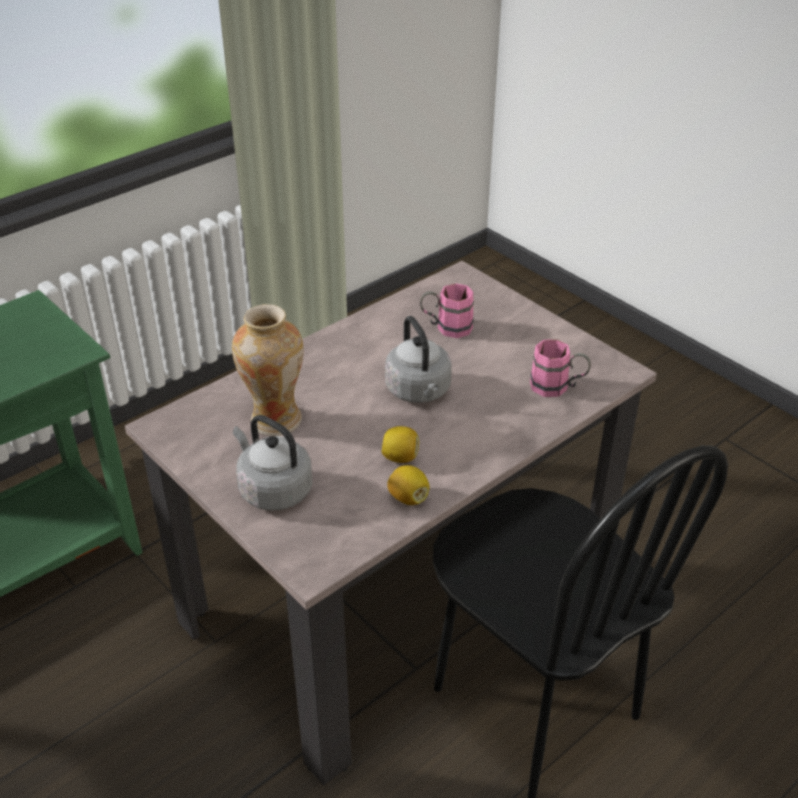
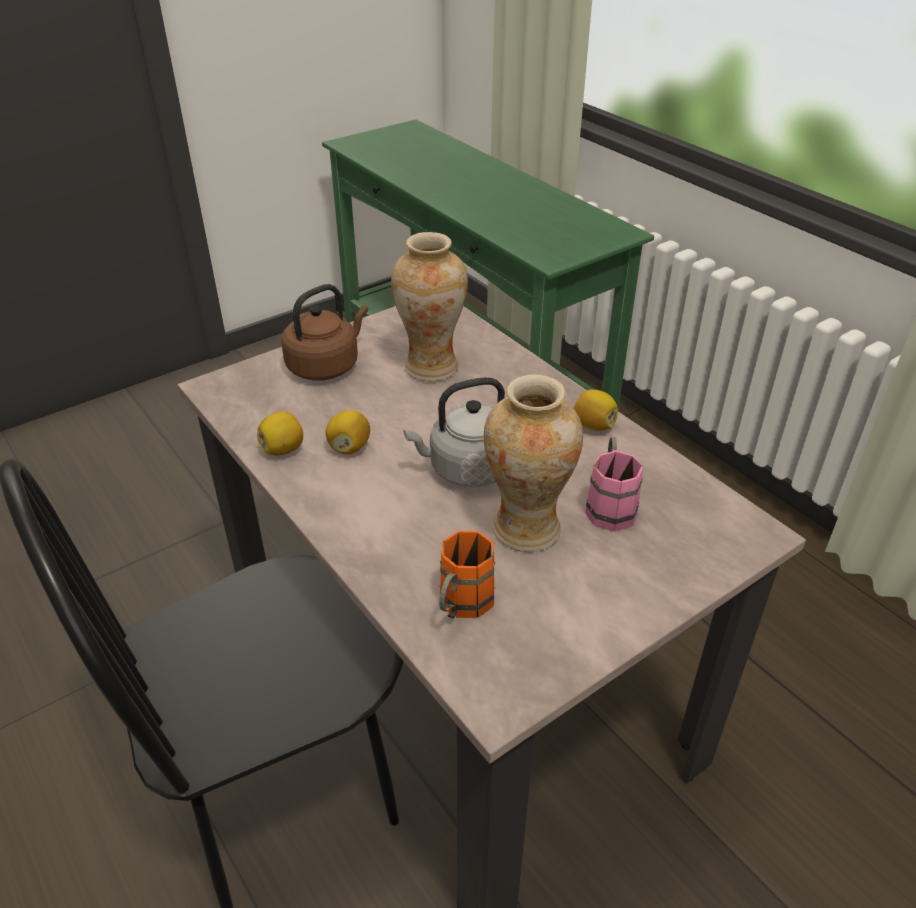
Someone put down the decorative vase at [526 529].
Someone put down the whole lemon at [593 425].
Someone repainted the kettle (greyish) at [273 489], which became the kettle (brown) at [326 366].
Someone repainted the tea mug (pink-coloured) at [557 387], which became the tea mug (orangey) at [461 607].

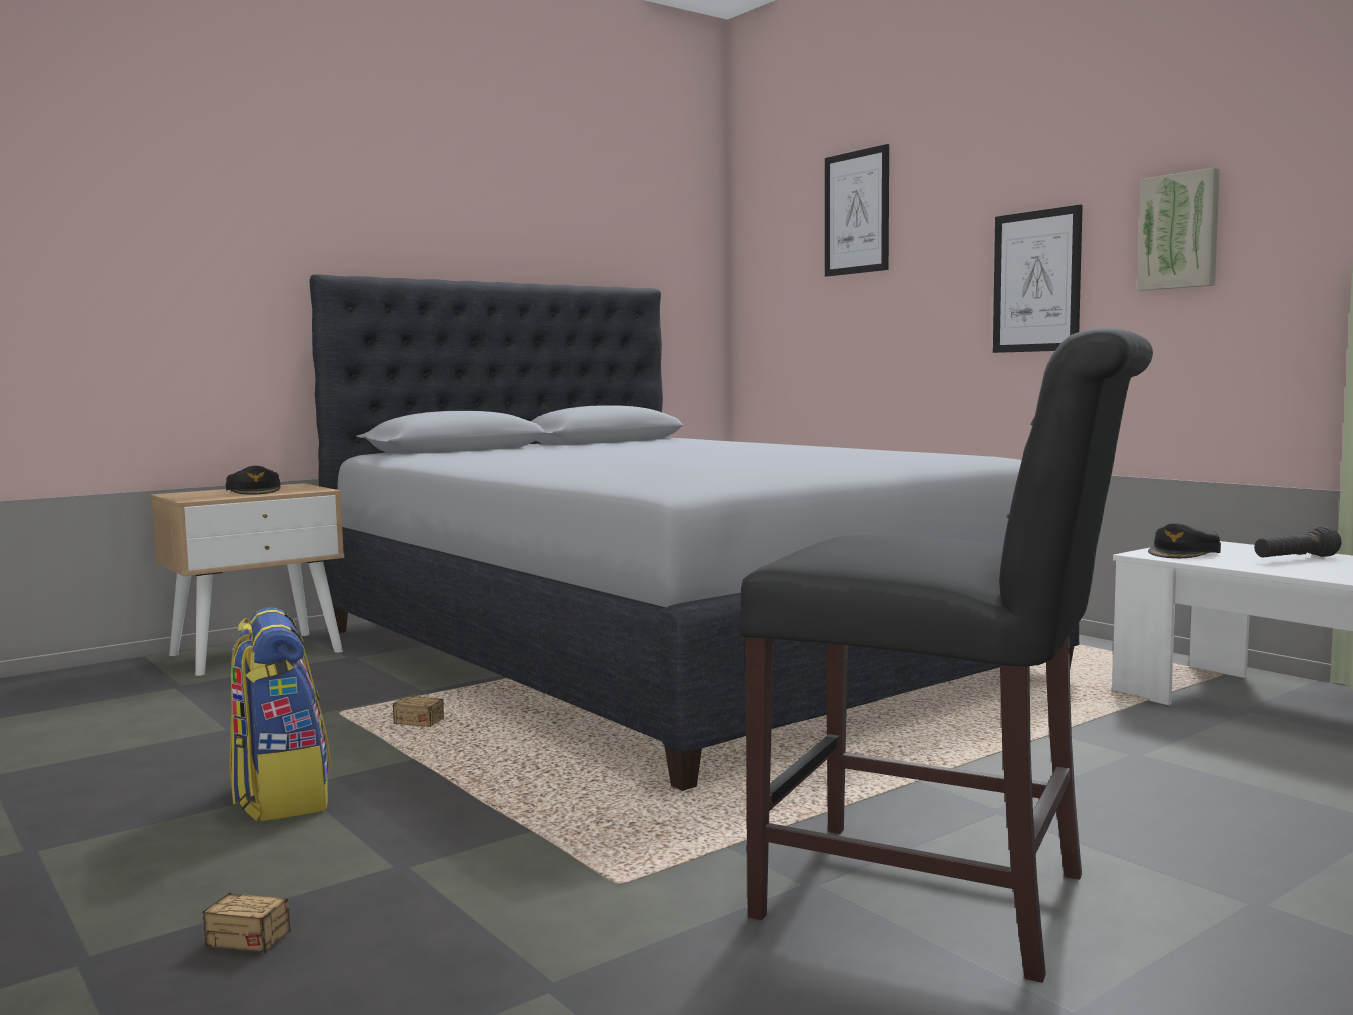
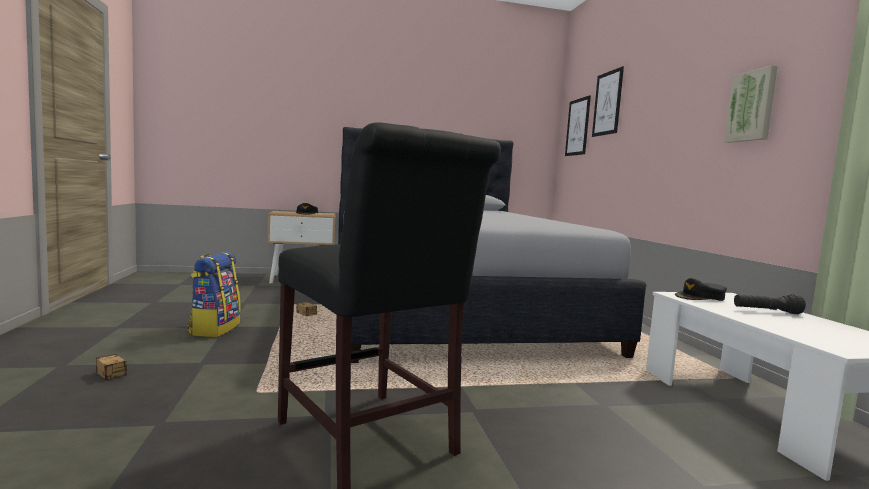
Someone carried the wall picture from [1036 281] to [577 127].

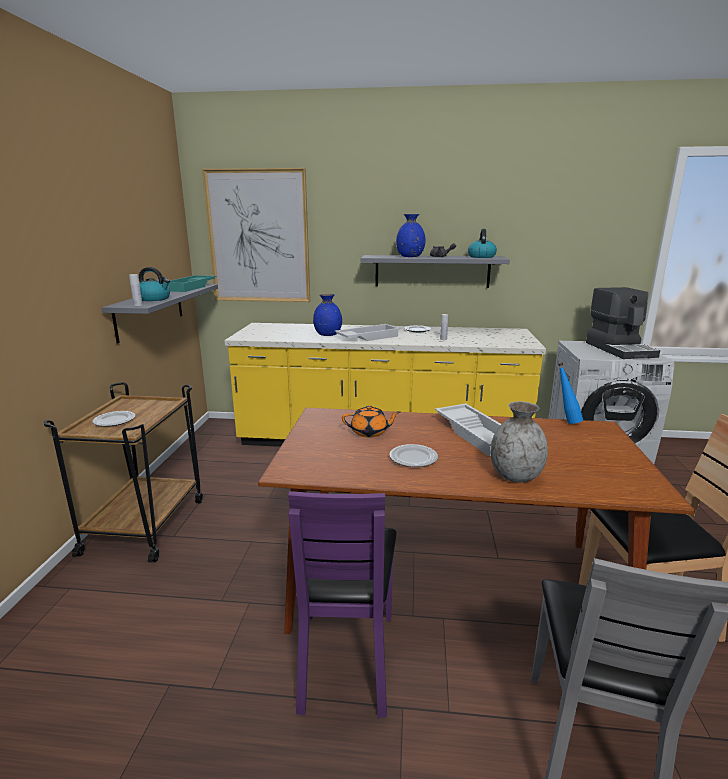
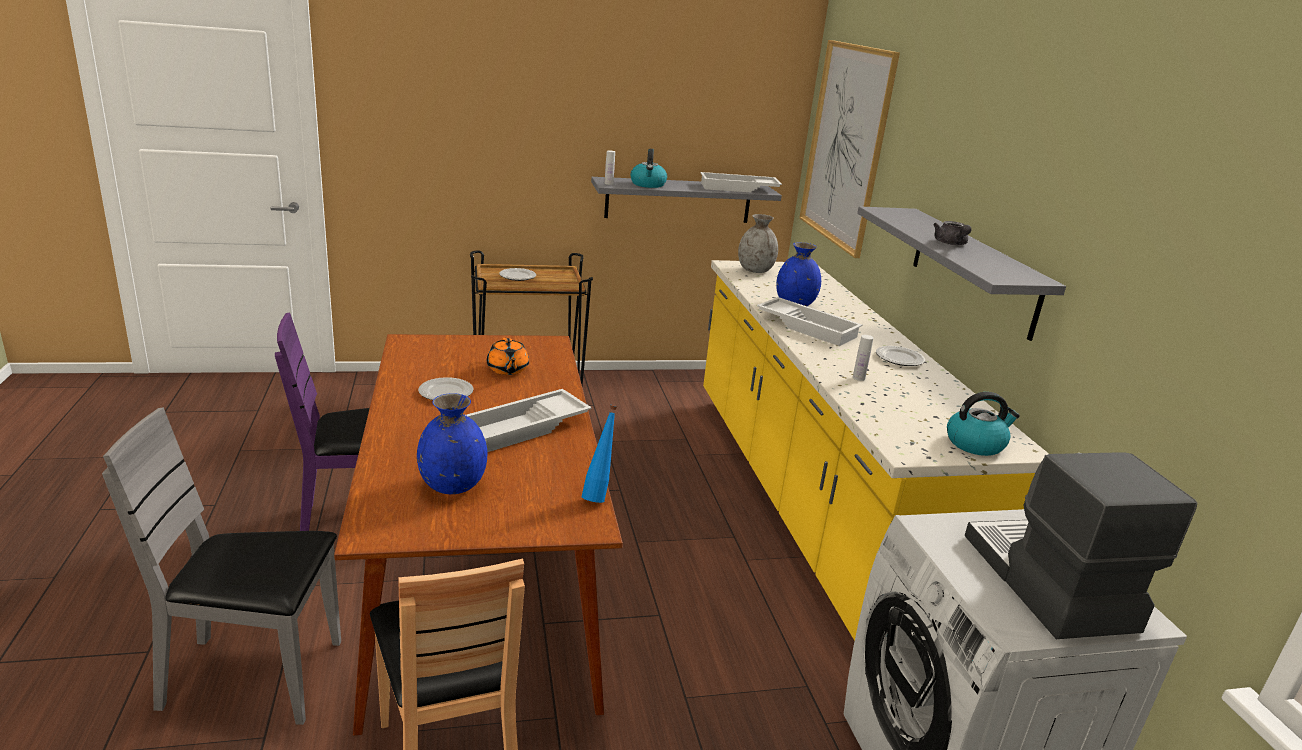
Someone carried the decorative vase (bluish) from [410 256] to [452 485].
Someone carried the kettle from [481 257] to [975 444].
Someone carried the decorative vase (greyish) from [515 476] to [755 270].
Someone repainted the carrying tray (turquoise-coloured) at [191 287], which became the carrying tray (white-coloured) at [738 188].
Someone rotated the coffee brewer at [620 349] by 105 degrees clockwise.

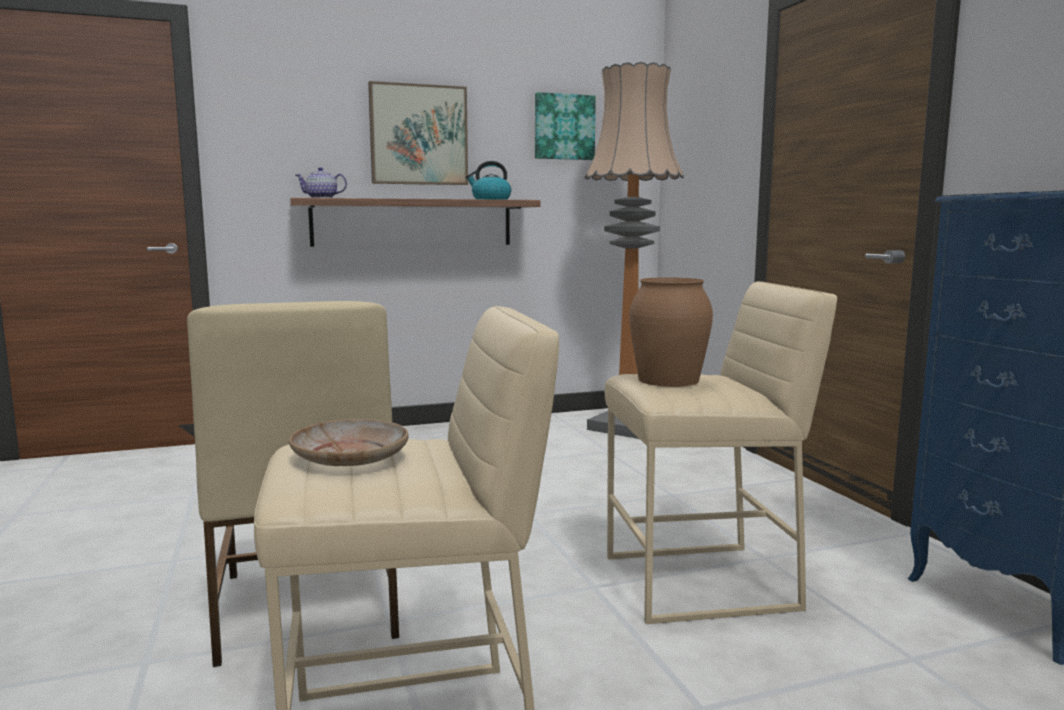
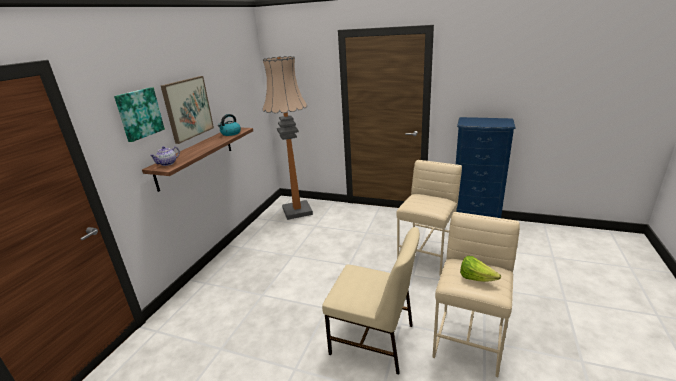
Someone took away the decorative vase (brown) at [668 380].
Someone carried the wall picture from [564 127] to [139 113].
Someone swapped the plate (sand-coloured) at [351 457] for the head of lettuce at [476 278].

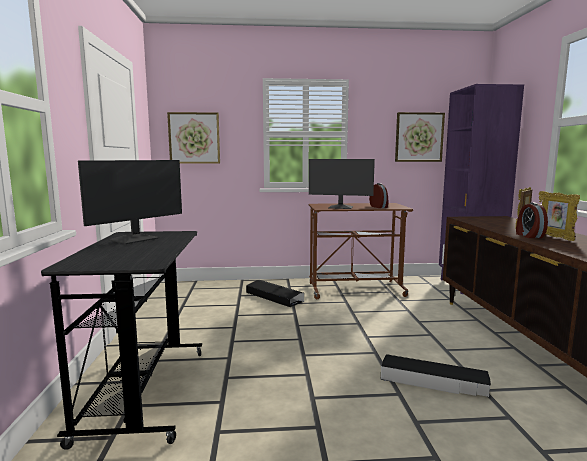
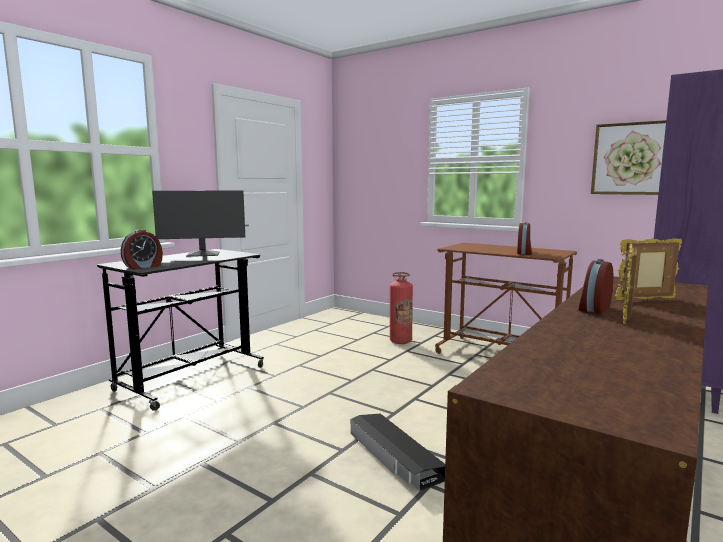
Someone took away the wall picture at [194 138].
Someone took away the computer display at [340 207].
Someone put down the table clock at [143 267].
Someone swapped the storage container (black) at [274 297] for the extinguisher at [400 341].

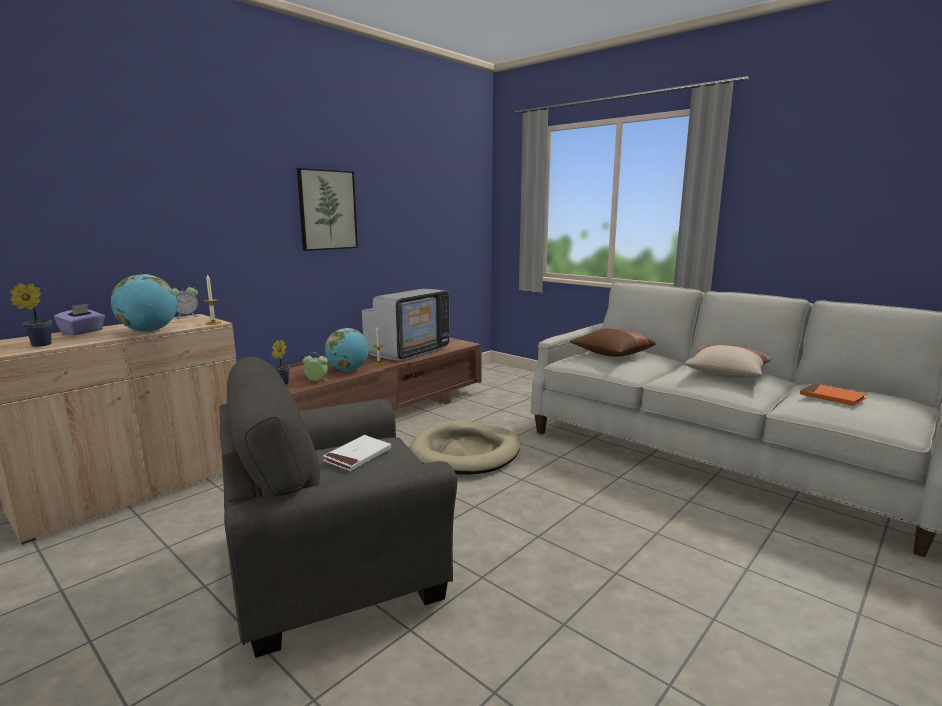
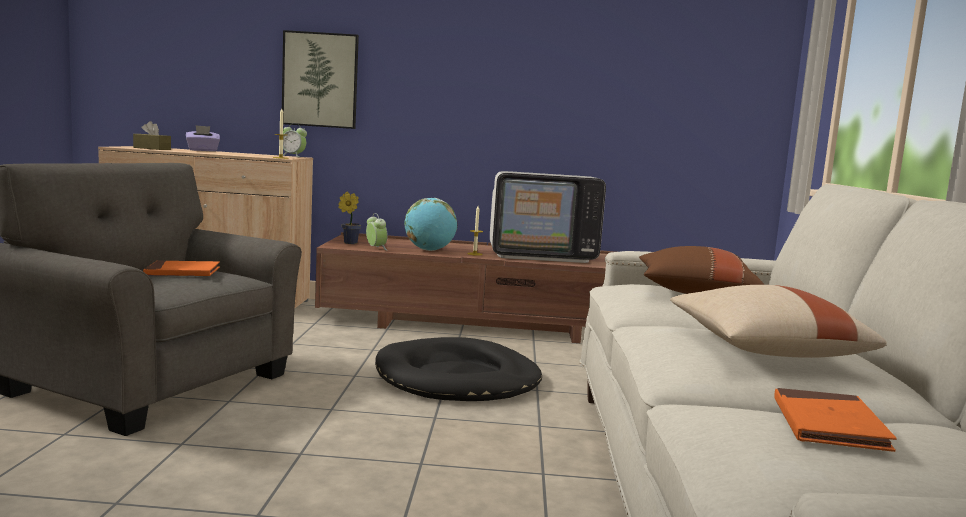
Someone took away the globe at [149 331].
Someone carried the wall picture from [327 210] to [320 80].
Someone swapped the potted plant at [38 345] for the box of tissues (brown) at [152 148].
Someone repainted the book (white-coloured) at [358 456], which became the book (orangey) at [182 272].
Someone repainted the dog bed (sand-coloured) at [466 452], which became the dog bed (black) at [458 378].

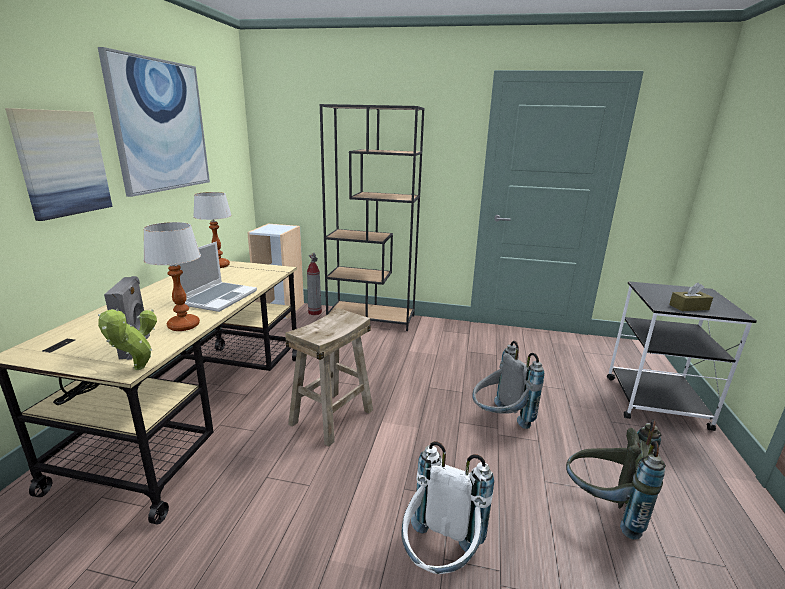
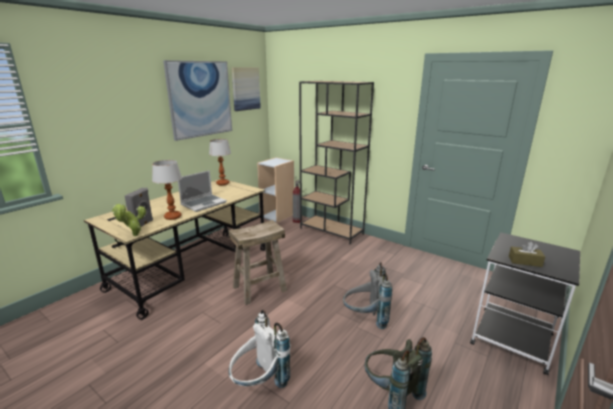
Someone carried the wall picture from [62 163] to [245 88].

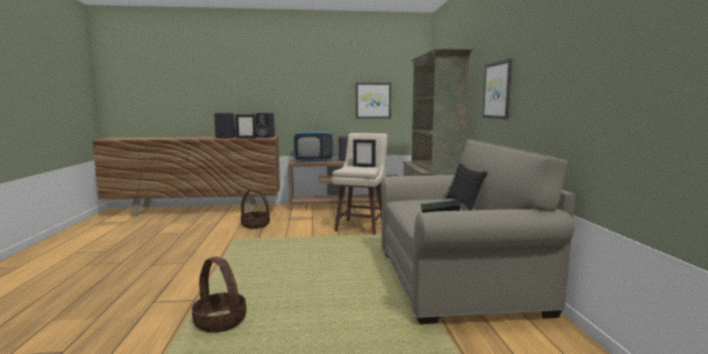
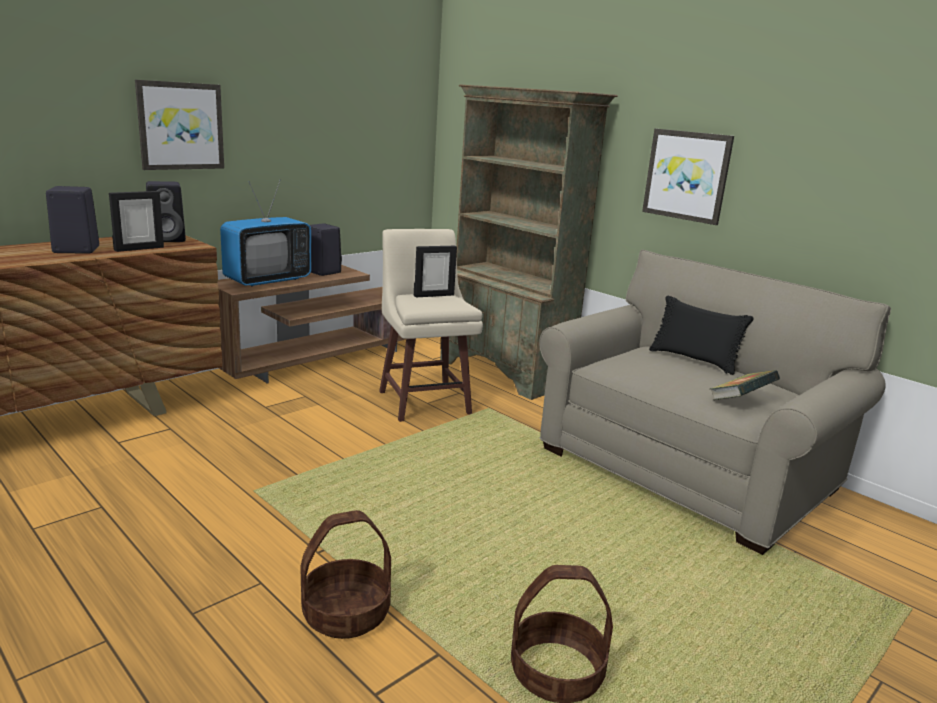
Someone carried the storage basket from [255 225] to [345 614].
Someone carried the wall picture from [373 100] to [180 126].

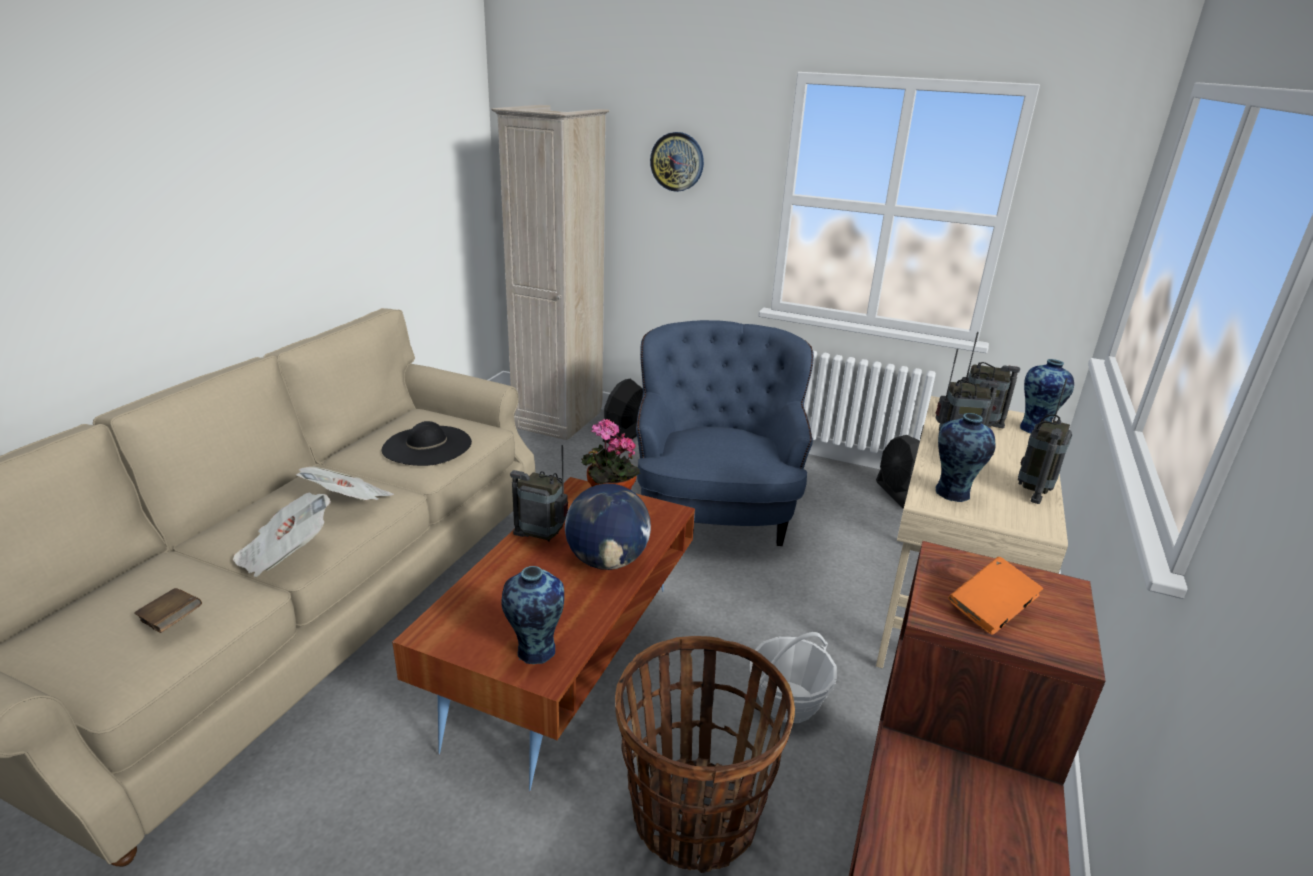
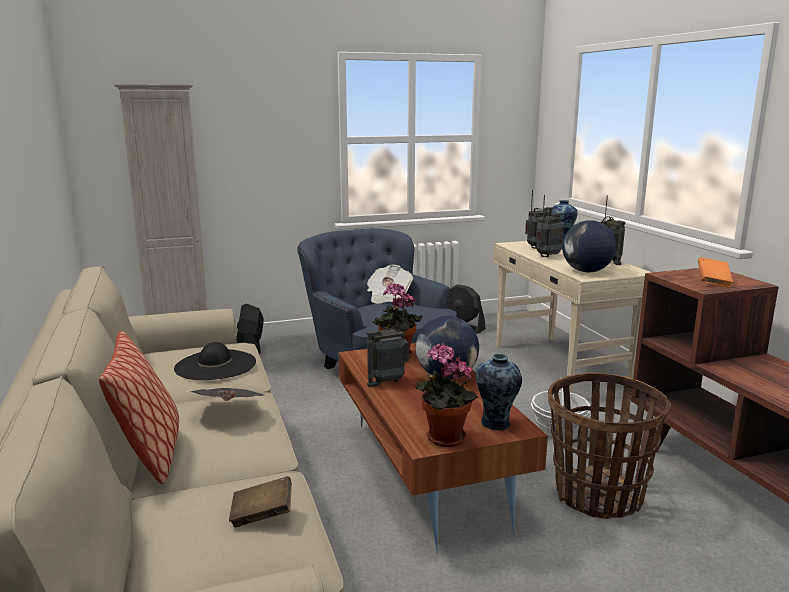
Someone took away the clock on the wall at [677 161].
Someone put down the throw pillow at [150 456].
Someone put down the potted plant at [443 439].
Someone carried the daily paper from [285 554] to [388 297].
Someone swapped the decorative vase at [952 494] for the globe at [586 271].

